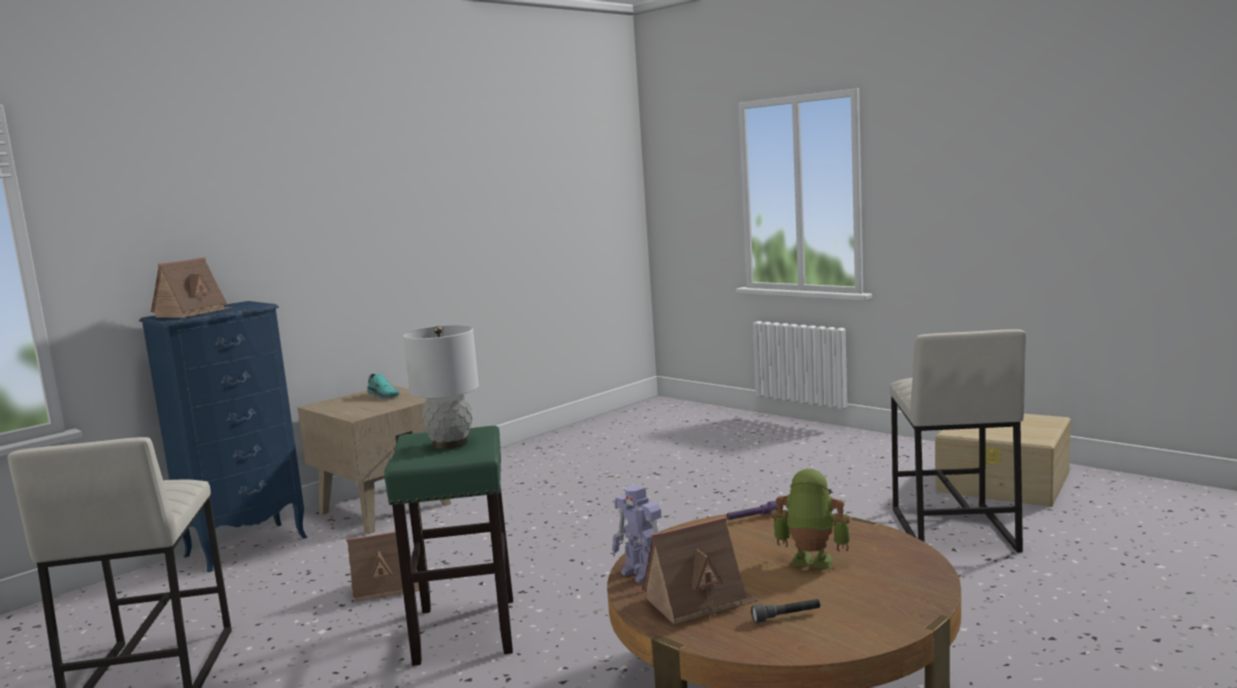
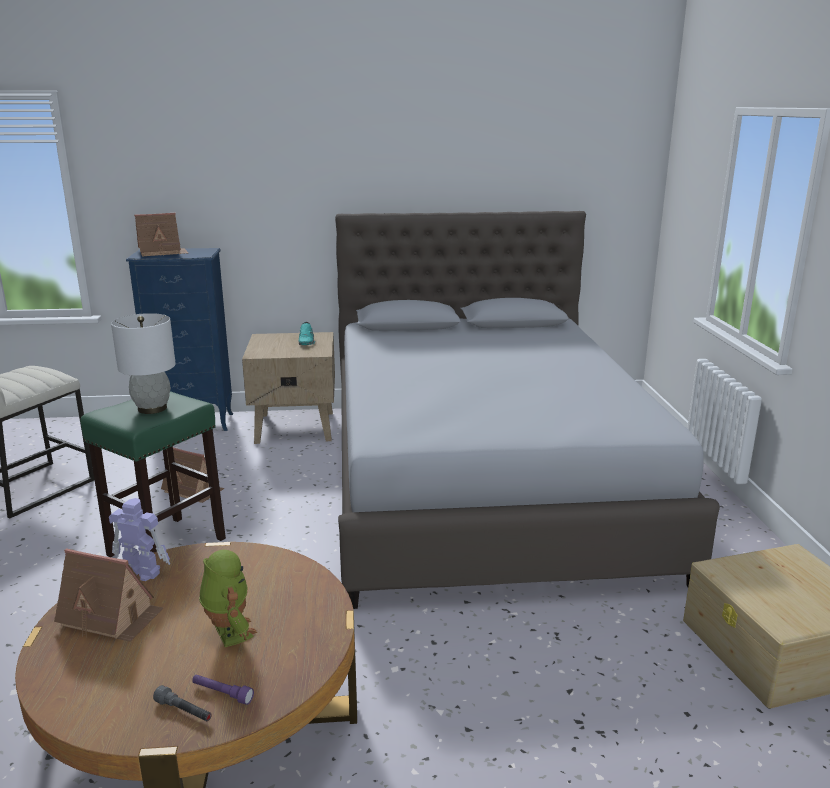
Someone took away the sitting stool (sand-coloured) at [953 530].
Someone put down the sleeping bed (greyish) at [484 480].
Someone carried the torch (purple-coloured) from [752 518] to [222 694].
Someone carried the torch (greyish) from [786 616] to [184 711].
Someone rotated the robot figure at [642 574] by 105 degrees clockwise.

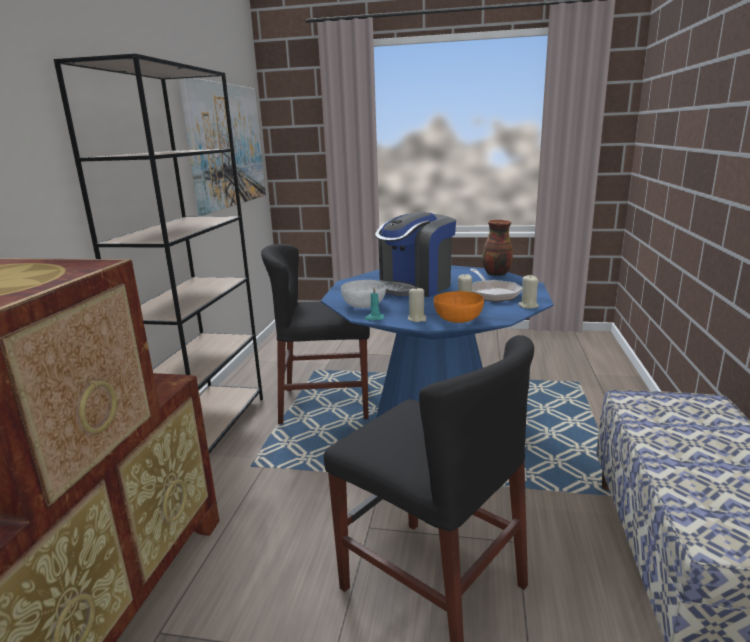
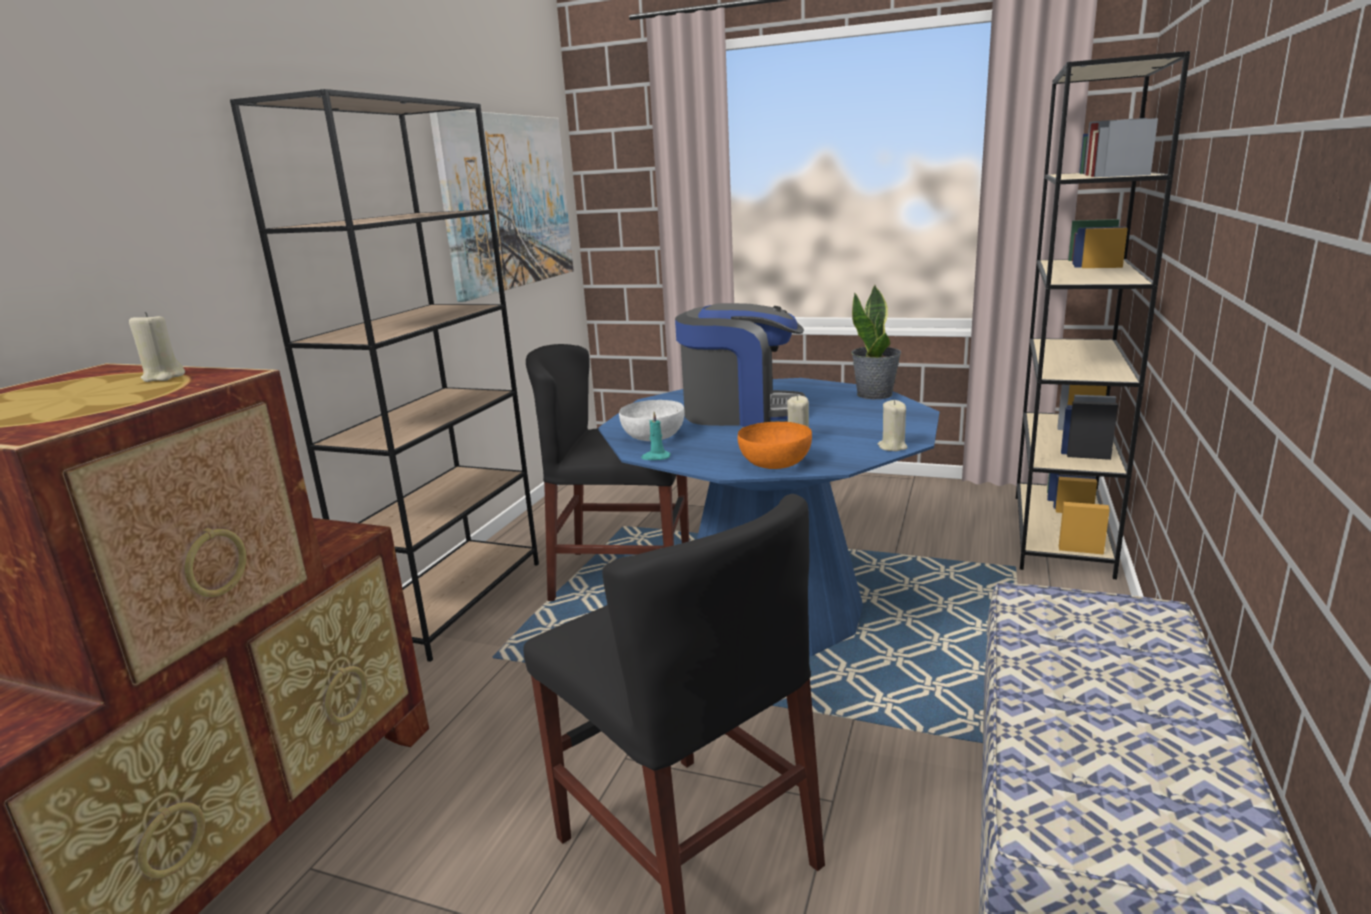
Someone took away the skillet at [492 293].
Someone put down the bookshelf (sand-coloured) at [1061 534].
Someone carried the wax candle (sand-coloured) from [417 319] to [163 377].
Someone swapped the decorative vase at [496 273] for the potted plant at [875 394].
Someone rotated the coffee brewer at [414 287] by 135 degrees counterclockwise.

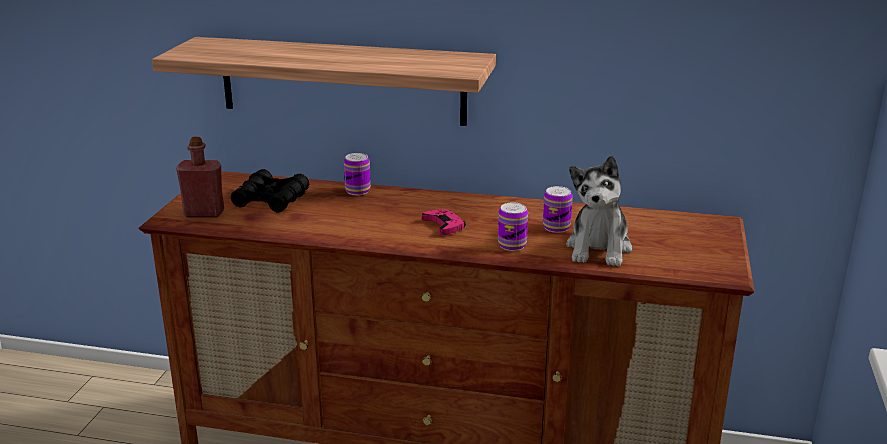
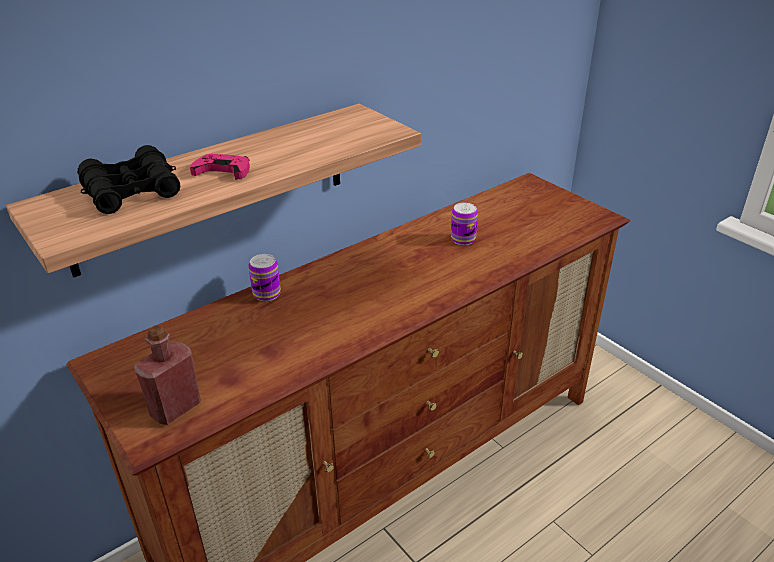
Someone took away the sealed can at [512 245].
Someone took away the soft toy at [599 248].
Someone carried the field glasses (black) from [271 200] to [132 191].
Someone carried the joypad (pink-coloured) from [444 225] to [223 171].

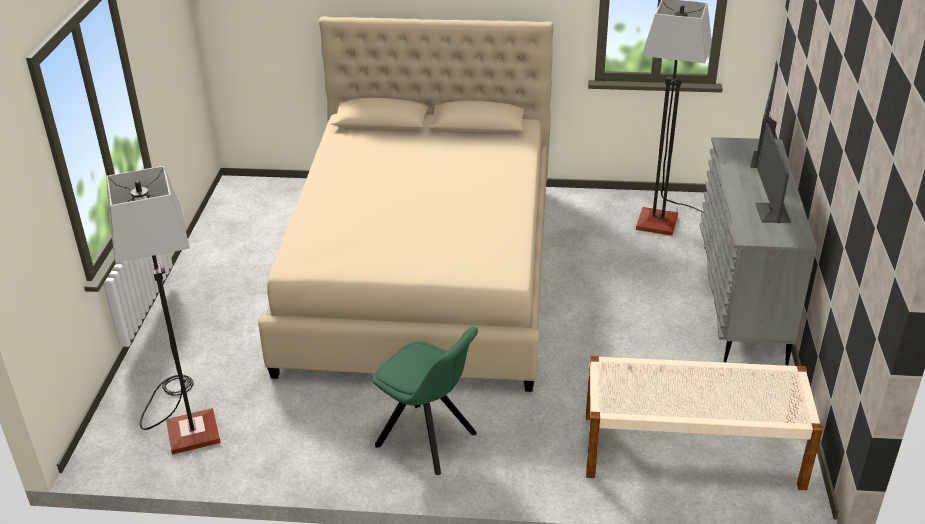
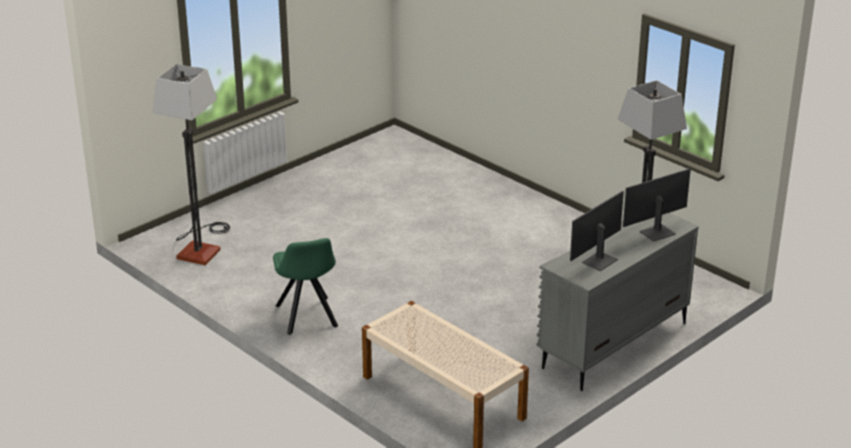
Someone took away the sleeping bed (sand-coloured) at [423 273].

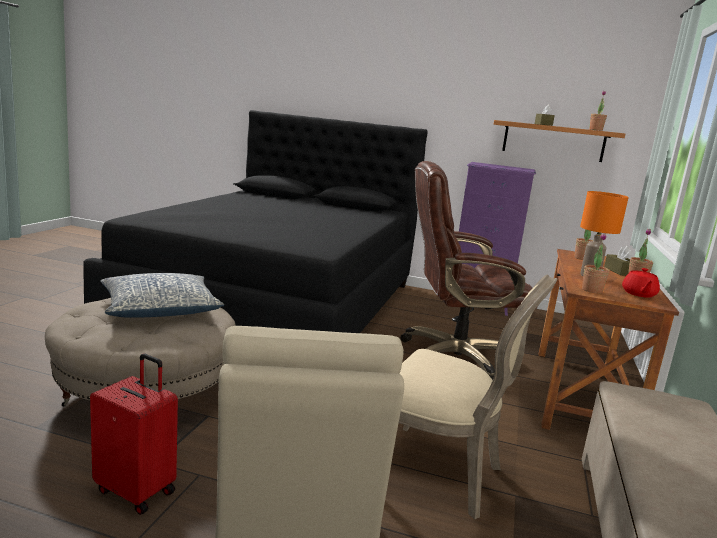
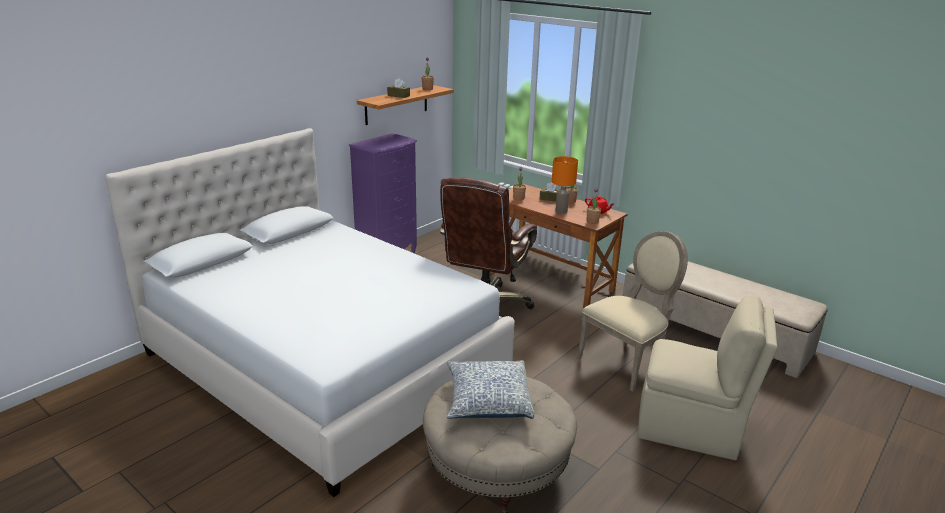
Someone took away the travel case (reddish) at [137 490].
Someone repainted the sleeping bed (black) at [276 303], which became the sleeping bed (white-coloured) at [325 363].

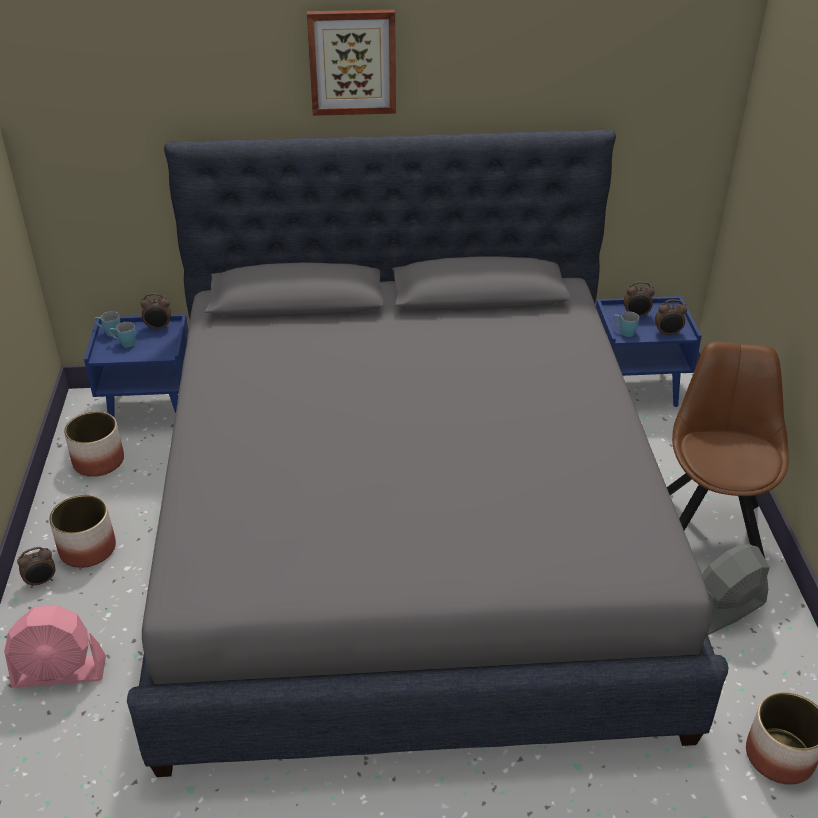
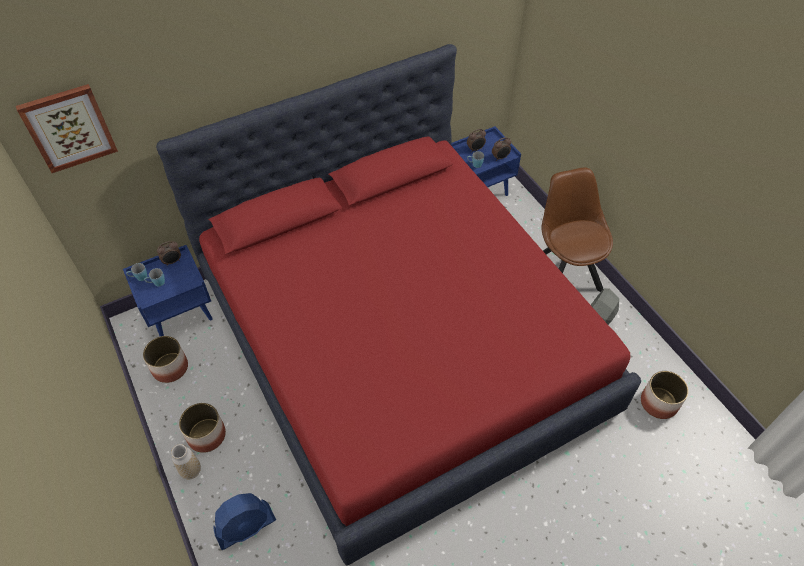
Someone carried the wall picture from [352 62] to [68 128].
Someone swapped the table clock at [41 582] for the decorative vase at [191 471].
Someone repainted the cooling fan (pink-coloured) at [60 672], which became the cooling fan (bluish) at [246 527].
Someone repainted the sleeping bed (greyish) at [408 533], which became the sleeping bed (reddish) at [401 343].

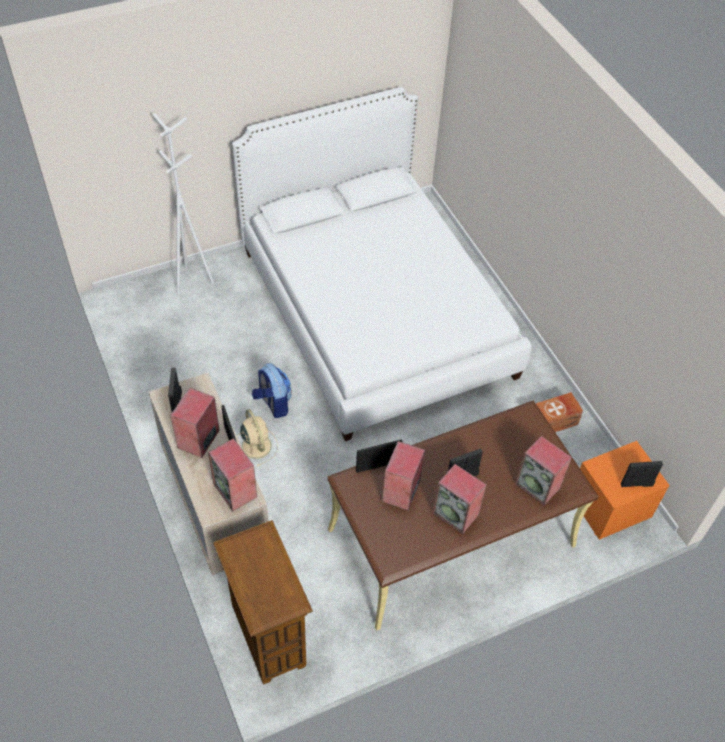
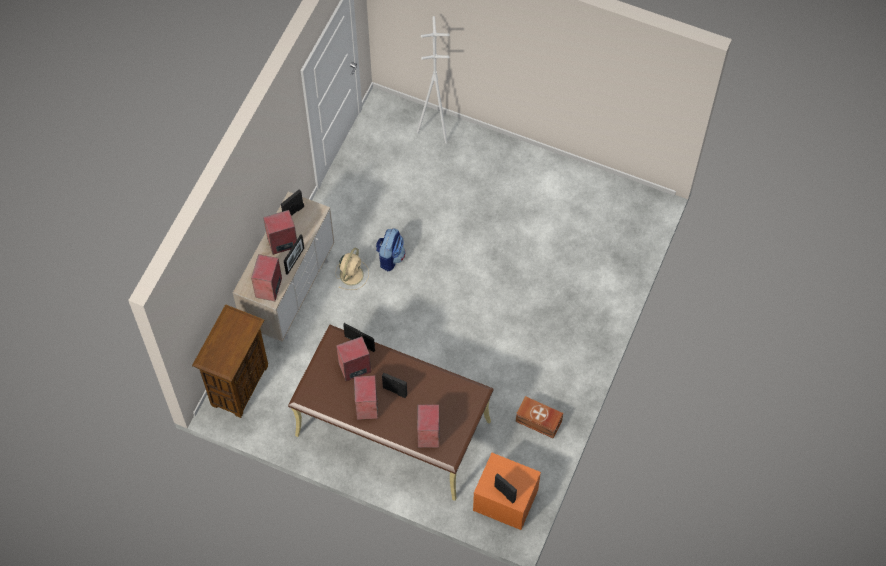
Someone took away the sleeping bed (white-coloured) at [375 312].

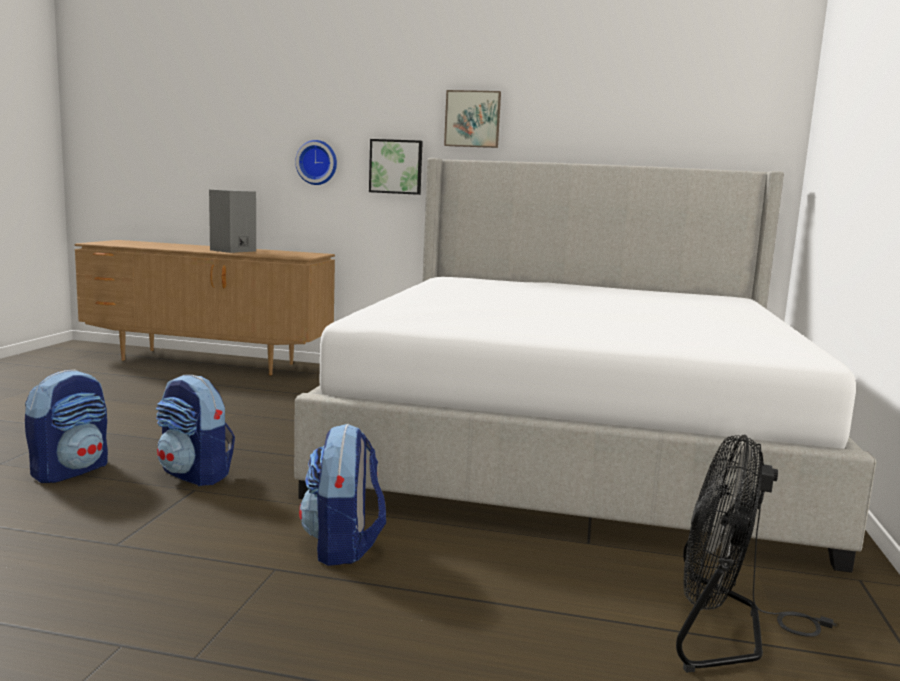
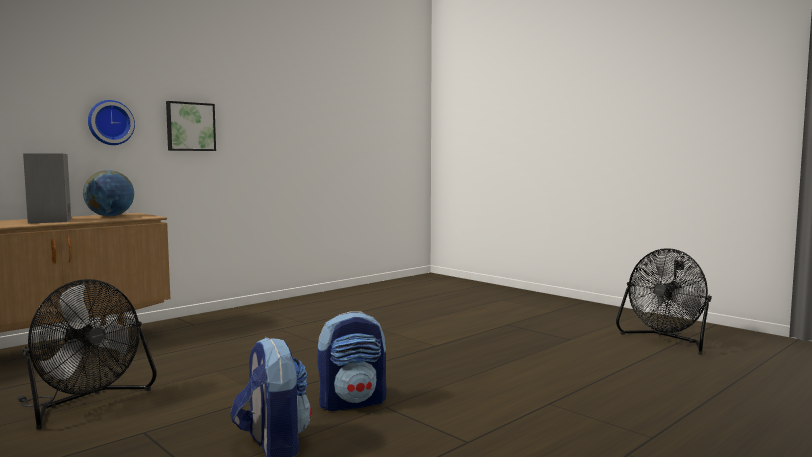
Someone took away the sleeping bed at [570 443].
Someone took away the knapsack at [343 546].
Someone took away the wall picture at [472 119].
Someone put down the cooling fan (black) at [80 404].
Someone put down the globe at [110 216].

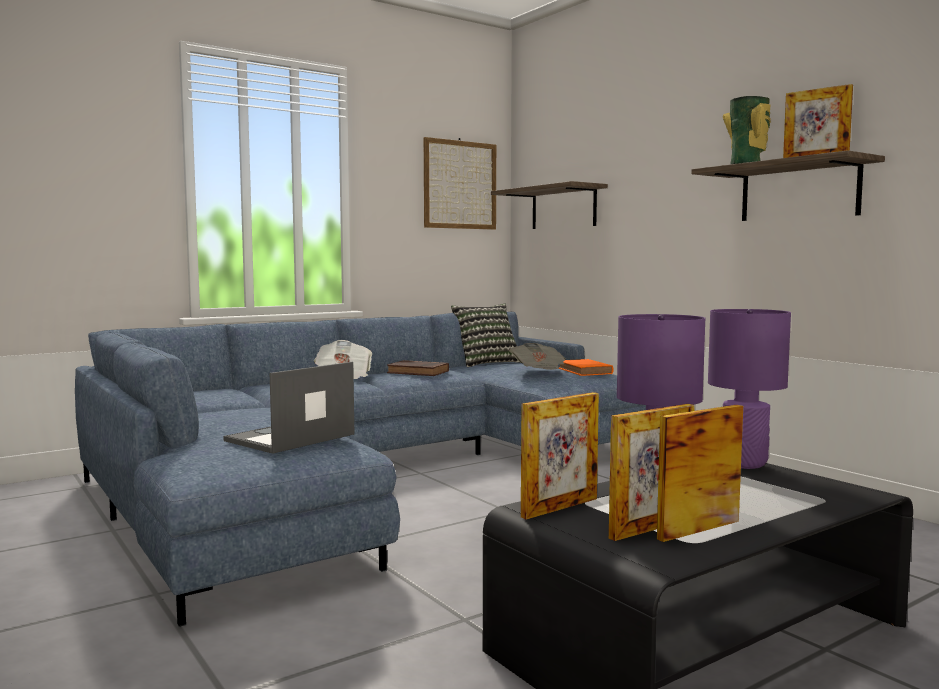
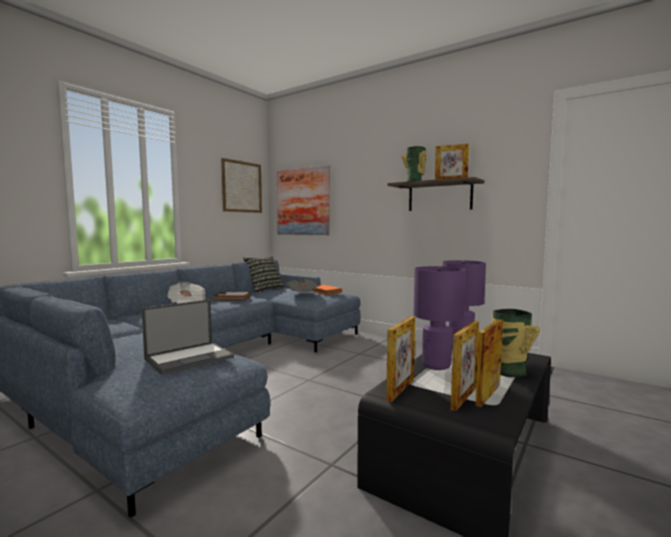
Someone put down the decorative vase at [508 372].
Someone swapped the shelf at [563 208] for the wall picture at [303 201].
Someone rotated the laptop at [289 438] by 150 degrees counterclockwise.

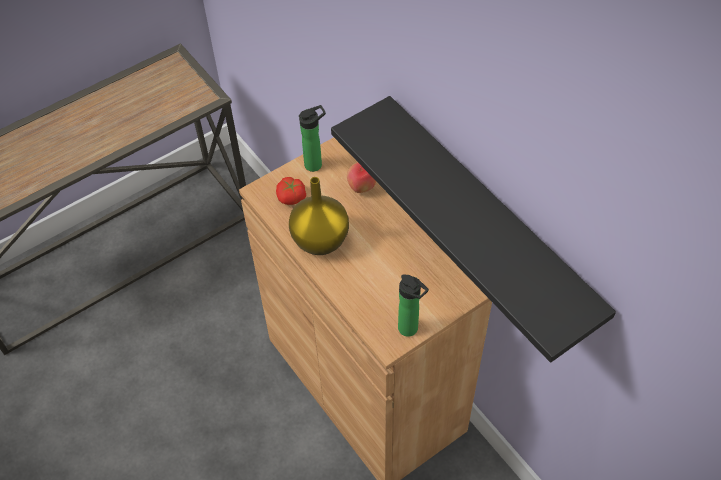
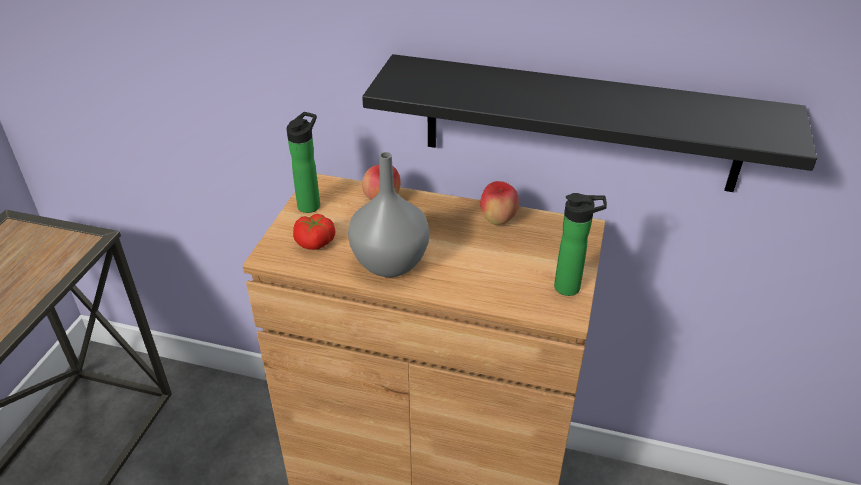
Someone put down the whole apple at [498 220].
Someone repainted the decorative vase (yellow) at [320 240], which became the decorative vase (greyish) at [389 262].

